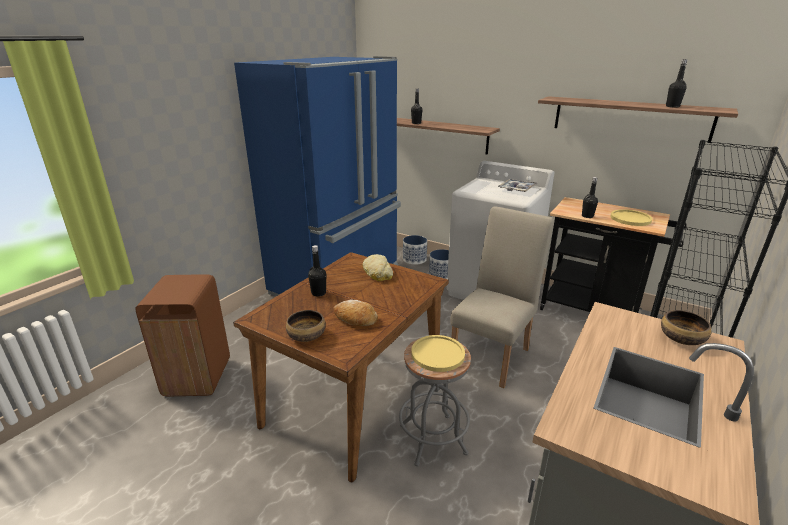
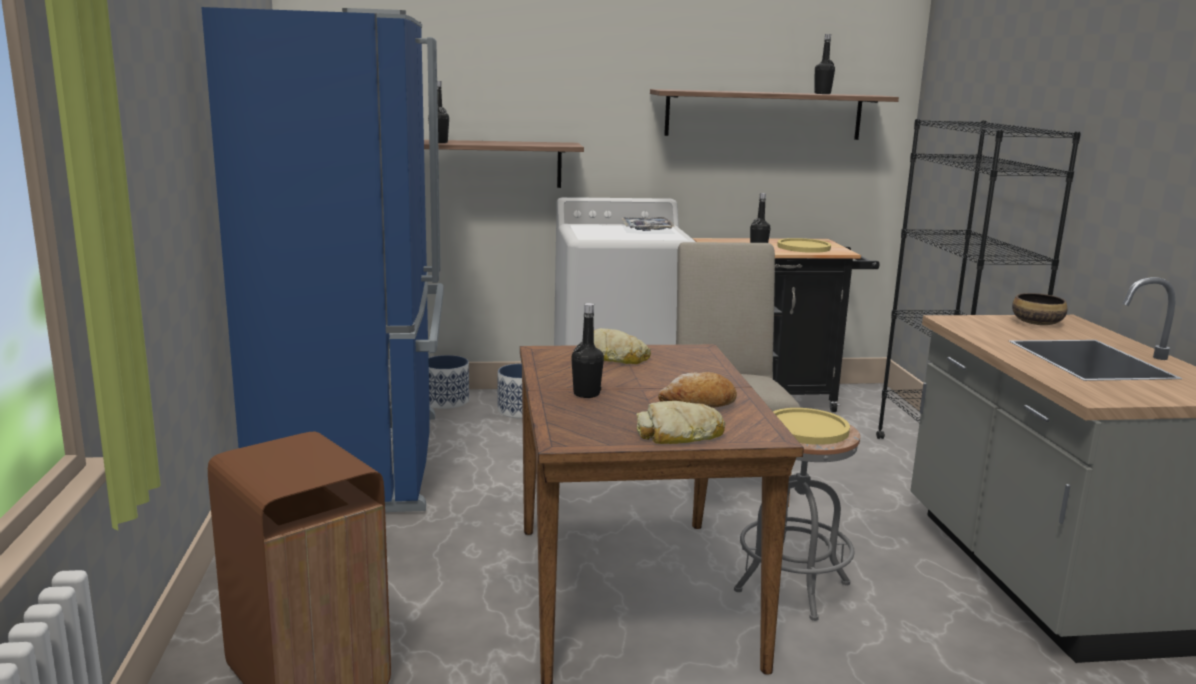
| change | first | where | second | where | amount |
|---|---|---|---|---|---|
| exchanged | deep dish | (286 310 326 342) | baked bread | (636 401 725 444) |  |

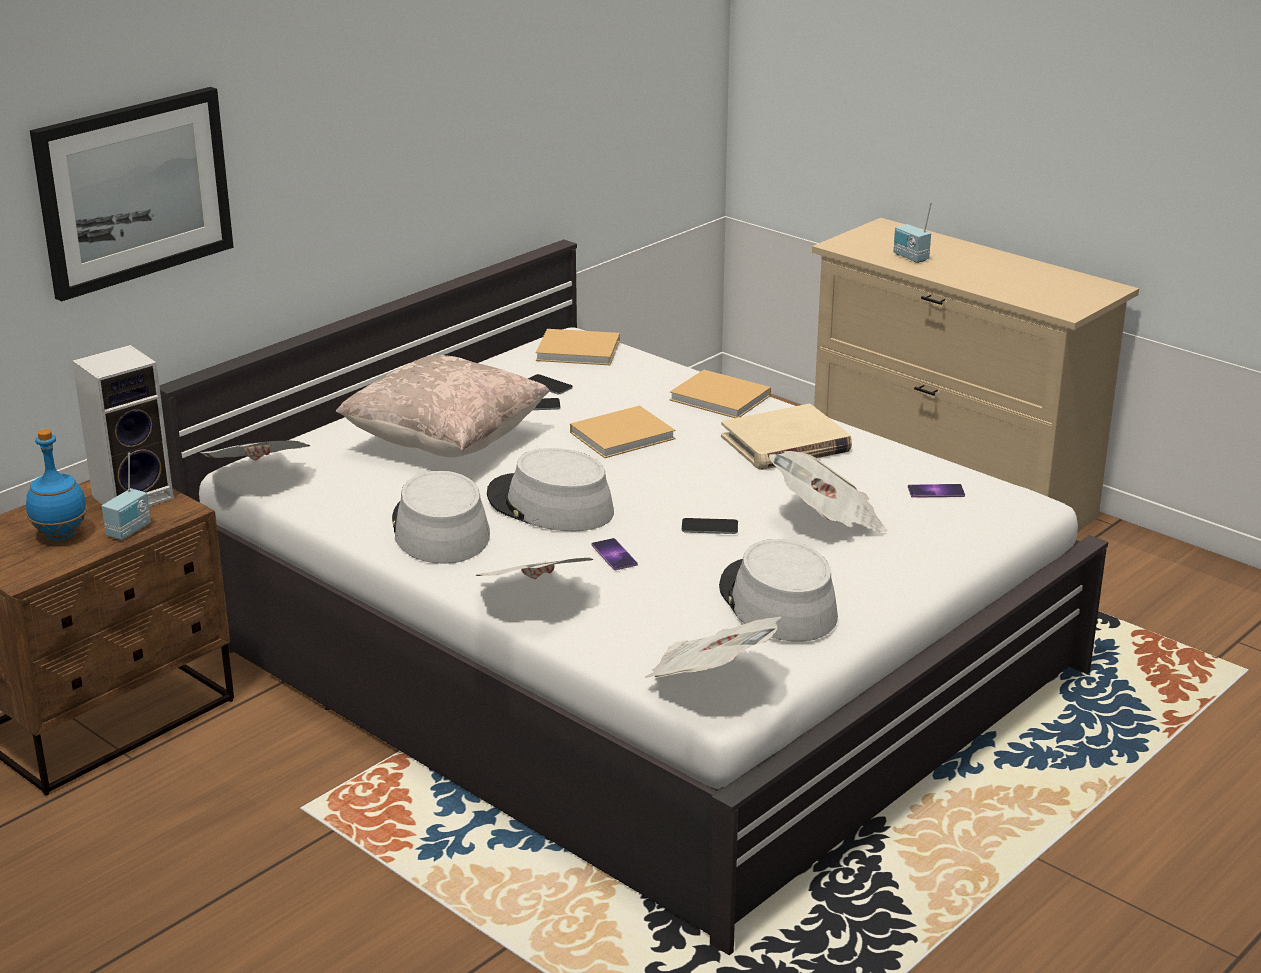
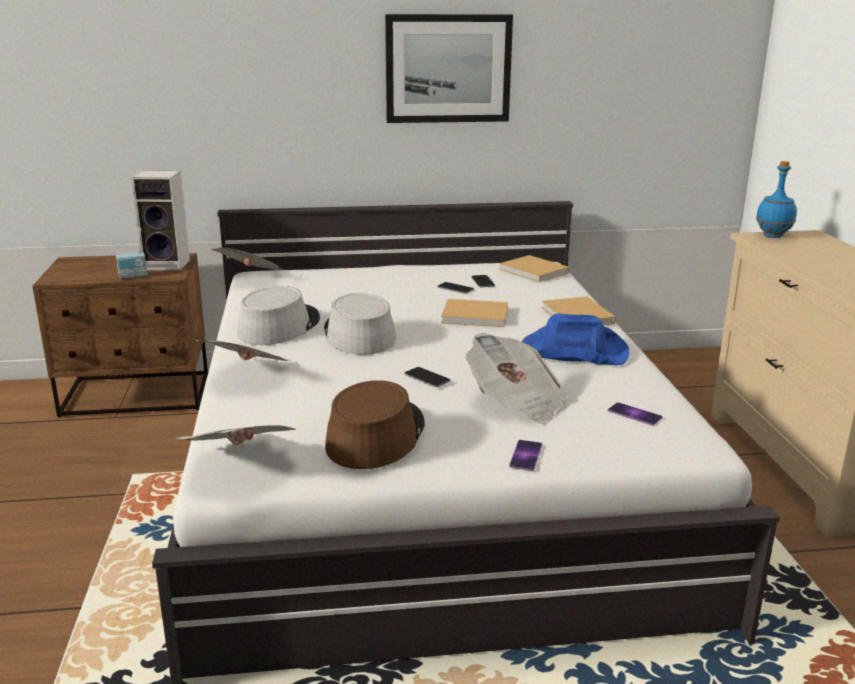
| change | first | where | second | where | amount |
|---|---|---|---|---|---|
| relocated | wall picture | (30 87 234 302) |  | (385 14 513 123) |  |
| missing | radio receiver | (894 202 932 263) |  |  |  |
| missing | sand-coloured cushion | (336 355 550 458) |  |  |  |
| exchanged | sand-coloured volume | (721 404 852 470) | bluish hat | (522 314 629 365) |  |
| relocated | bluish bottle | (26 429 87 541) |  | (756 161 797 238) |  |
| relocated | handset | (592 538 638 570) |  | (509 440 542 471) |  |
| colour | grey hat | (719 539 838 642) | brown-coloured hat | (325 380 425 469) |  |

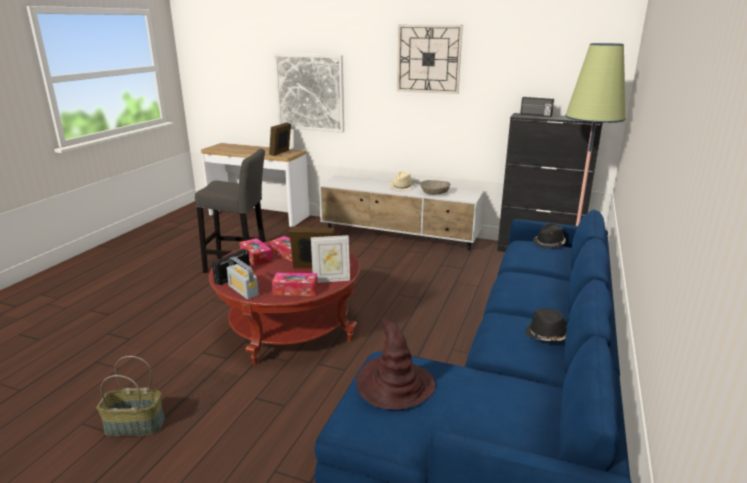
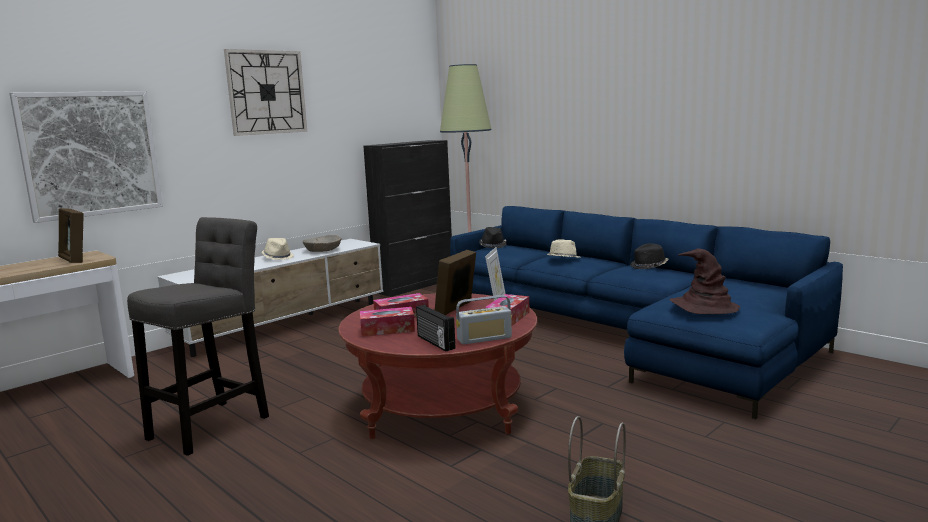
| change | first | where | second | where | amount |
|---|---|---|---|---|---|
| missing | radio receiver | (520 97 554 117) |  |  |  |
| appeared |  |  | sand-coloured hat | (547 239 580 258) |  |

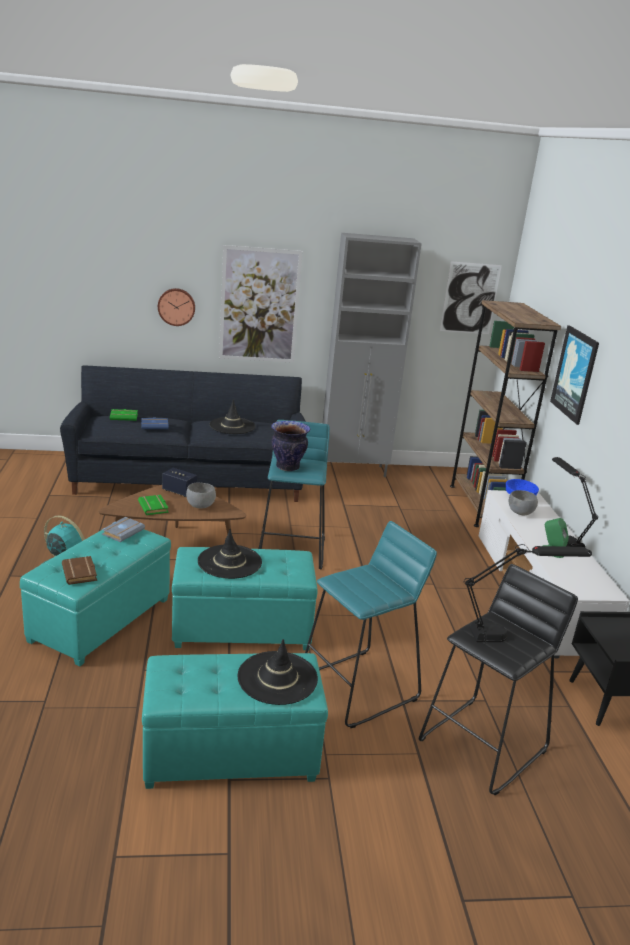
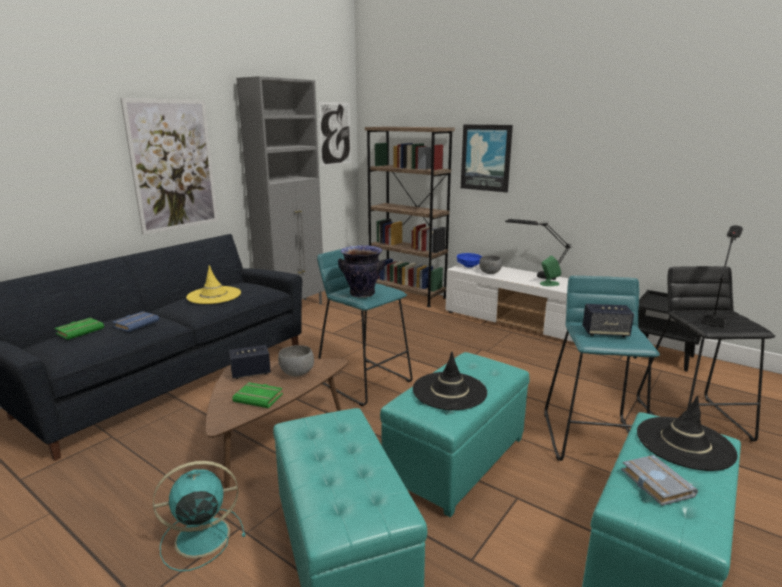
| change | first | where | second | where | amount |
|---|---|---|---|---|---|
| missing | clock on the wall | (158 288 195 326) |  |  |  |
| colour | blackish hat | (210 399 256 434) | yellowish hat | (186 265 241 304) |  |
| relocated | grey volume | (102 517 145 542) |  | (621 455 698 506) |  |
| missing | brown-coloured volume | (62 556 97 585) |  |  |  |
| appeared |  |  | loudspeaker | (583 304 634 337) |  |

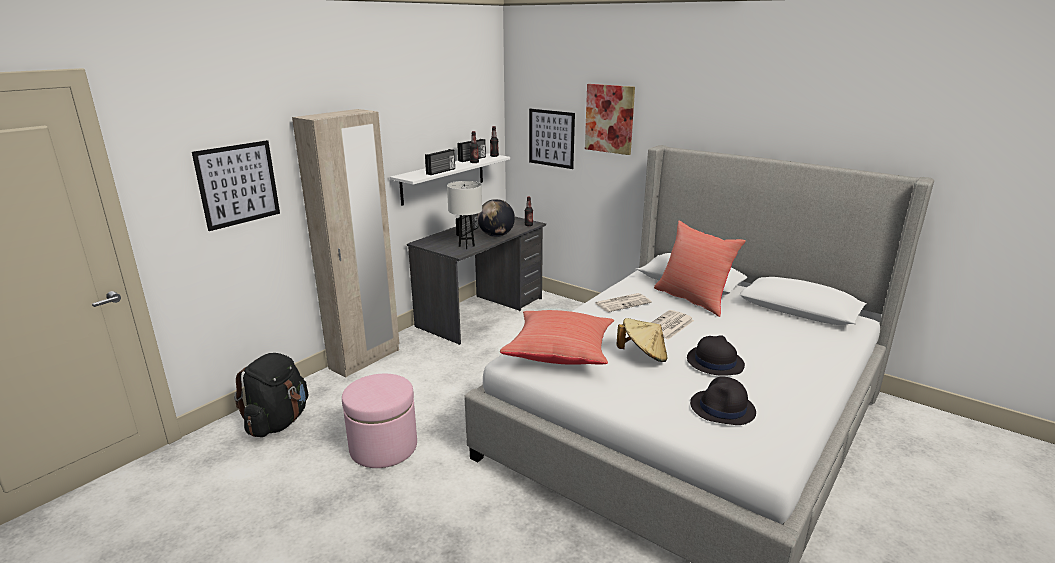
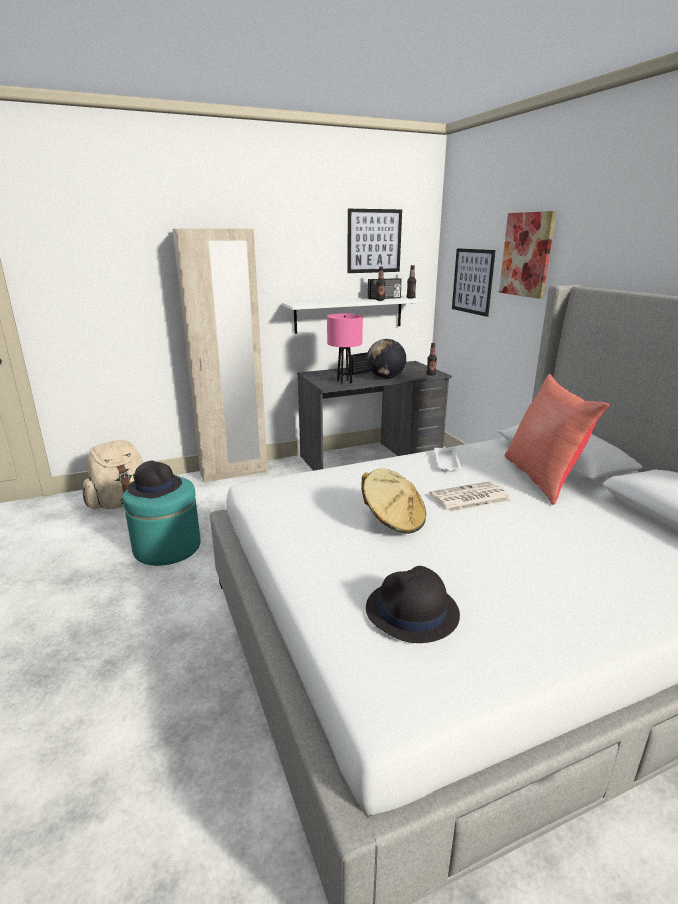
| change | first | where | second | where | amount |
|---|---|---|---|---|---|
| relocated | wall picture | (192 140 280 231) |  | (347 209 402 273) |  |
| missing | radio receiver | (425 149 455 175) |  |  |  |
| colour | whitish table lamp | (447 181 482 249) | pink-coloured table lamp | (327 313 363 384) |  |
| exchanged | daily paper | (595 293 652 312) | whitish serving tray | (434 448 461 471) |  |
| missing | red cushion | (500 310 614 365) |  |  |  |
| relocated | blackish hat | (687 335 745 376) |  | (127 460 182 498) |  |
| colour | blackish knapsack | (234 353 308 437) | sand-coloured knapsack | (82 440 143 509) |  |
| colour | pink-coloured pouffe | (342 374 417 468) | turquoise pouffe | (123 477 201 566) |  |

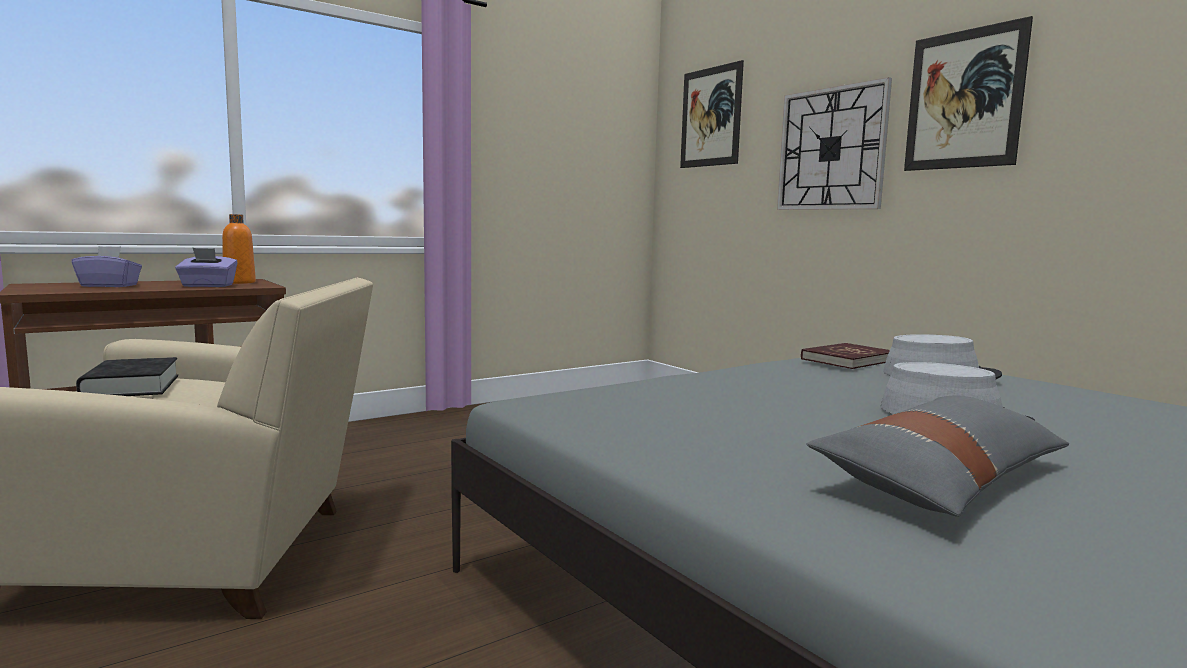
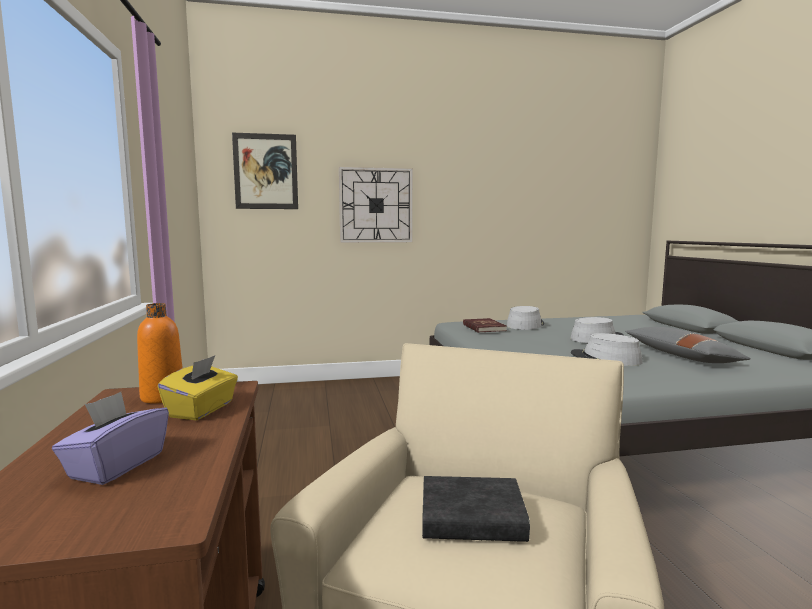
| change | first | where | second | where | amount |
|---|---|---|---|---|---|
| missing | wall picture | (904 16 1033 171) |  |  |  |
| colour | purplish box of tissues | (175 248 237 287) | yellowish box of tissues | (157 356 238 421) |  |
| appeared |  |  | grey hat | (571 333 642 366) |  |

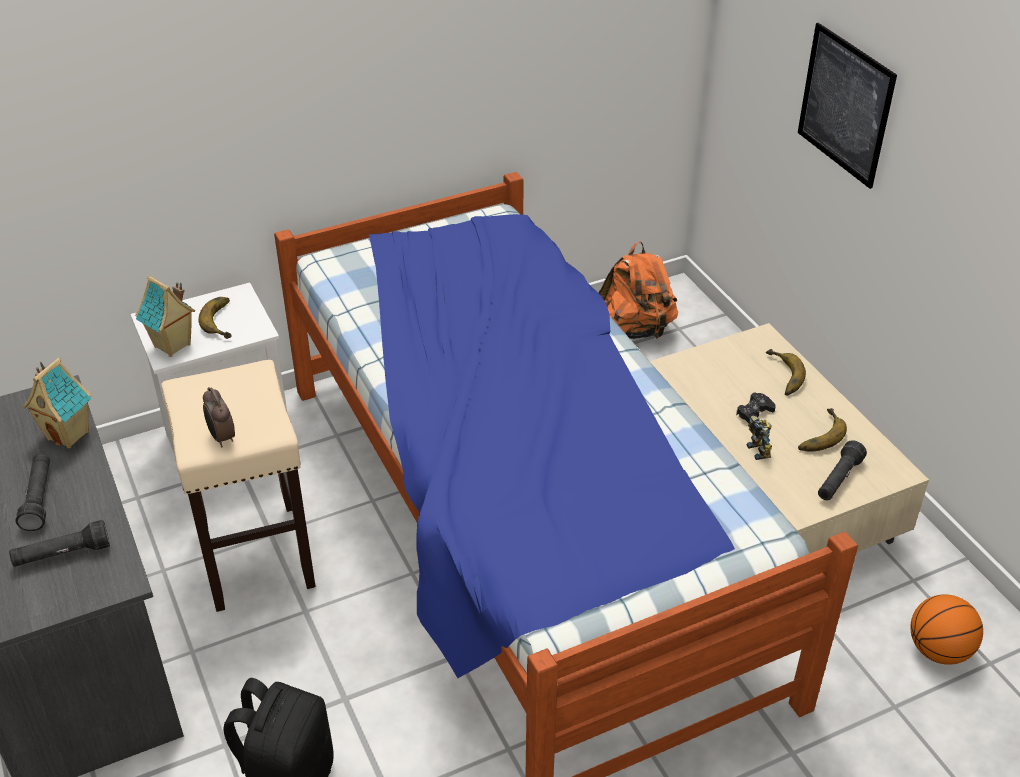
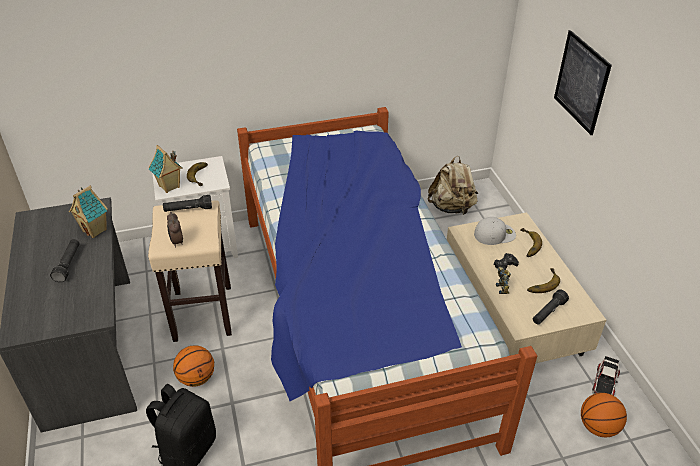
| change | first | where | second | where | amount |
|---|---|---|---|---|---|
| colour | orange-coloured knapsack | (598 242 678 339) | sand-coloured knapsack | (427 156 478 215) |  |
| relocated | blackish hand torch | (9 520 110 567) |  | (163 195 212 212) |  |
| appeared |  |  | whitish peaked cap | (474 217 516 245) |  |
| appeared |  |  | ball for basketball | (173 345 214 387) |  |
| appeared |  |  | toy car | (592 356 620 396) |  |

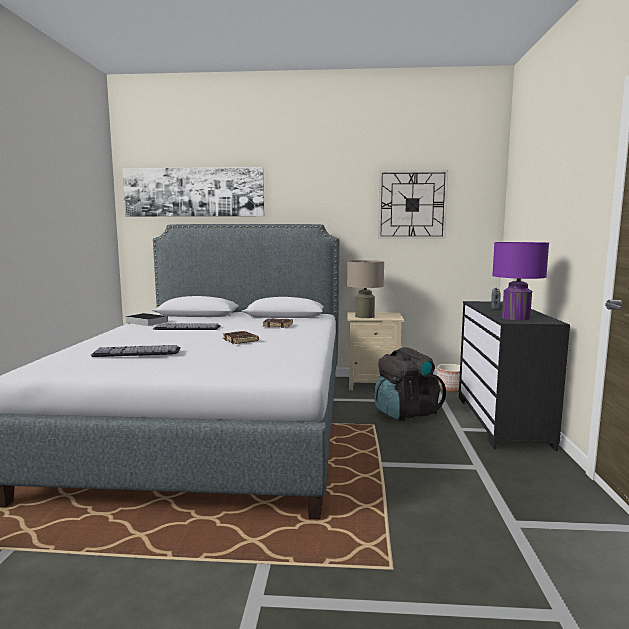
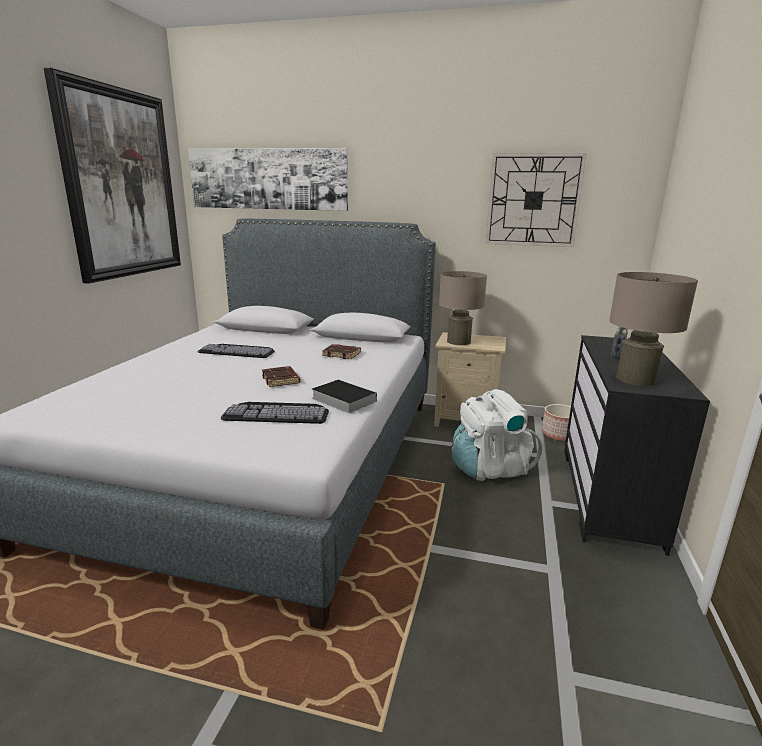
| change | first | where | second | where | amount |
|---|---|---|---|---|---|
| colour | purplish table lamp | (492 242 549 321) | sand-coloured table lamp | (609 272 698 386) |  |
| relocated | volume | (125 313 168 326) |  | (312 379 377 413) |  |
| relocated | PC keyboard | (91 345 181 357) |  | (221 402 329 424) |  |
| colour | blackish knapsack | (374 347 446 421) | whitish knapsack | (451 389 542 481) |  |
| appeared |  |  | wall picture | (44 68 181 284) |  |

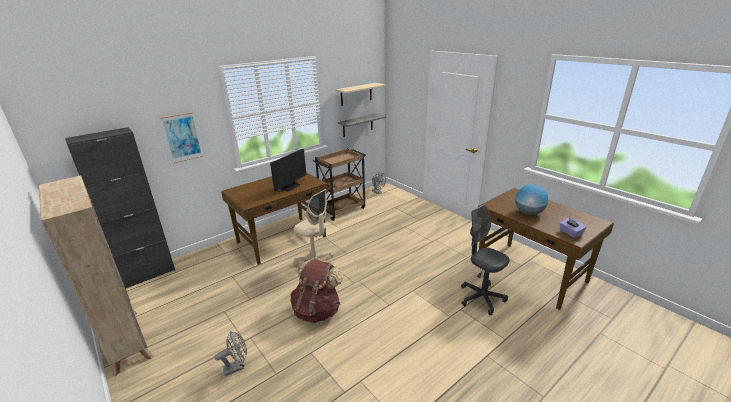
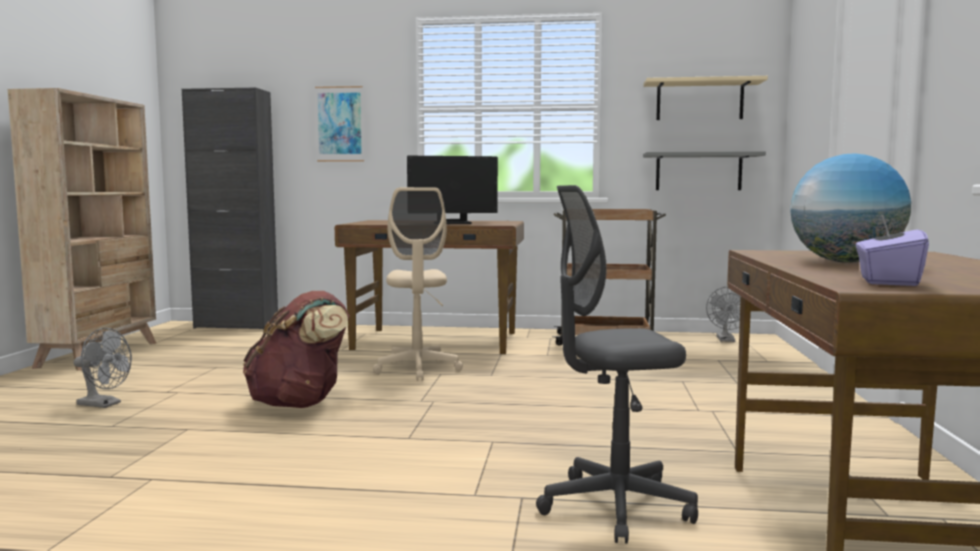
| change | first | where | second | where | amount |
|---|---|---|---|---|---|
| spun | grey computer chair | (461 204 510 315) |  | (536 185 698 544) | 105 degrees counterclockwise |

